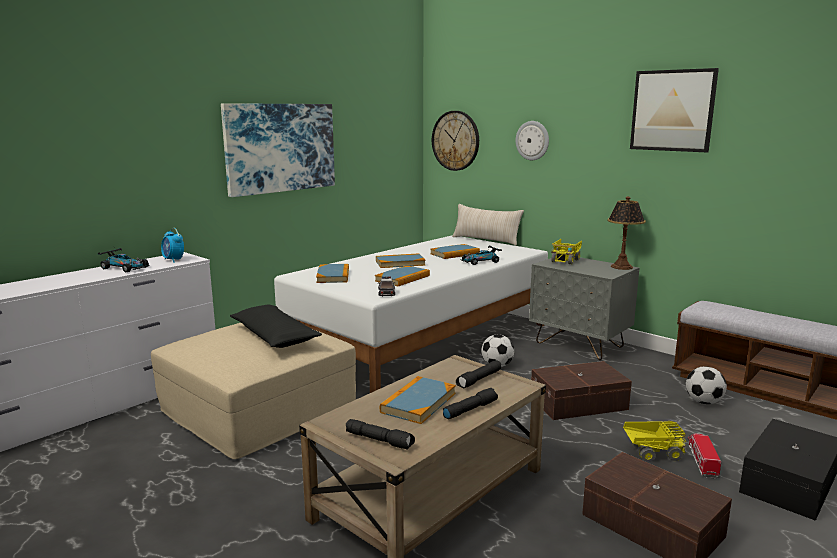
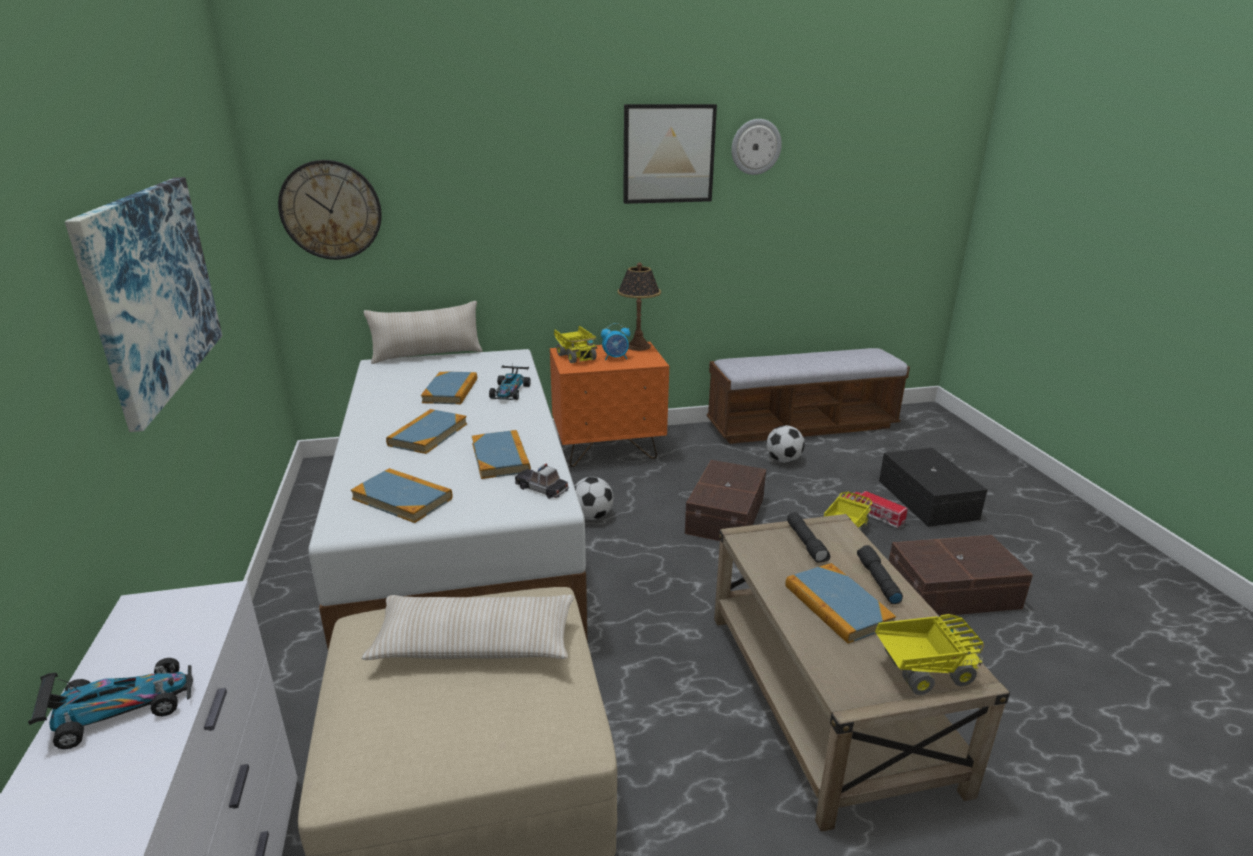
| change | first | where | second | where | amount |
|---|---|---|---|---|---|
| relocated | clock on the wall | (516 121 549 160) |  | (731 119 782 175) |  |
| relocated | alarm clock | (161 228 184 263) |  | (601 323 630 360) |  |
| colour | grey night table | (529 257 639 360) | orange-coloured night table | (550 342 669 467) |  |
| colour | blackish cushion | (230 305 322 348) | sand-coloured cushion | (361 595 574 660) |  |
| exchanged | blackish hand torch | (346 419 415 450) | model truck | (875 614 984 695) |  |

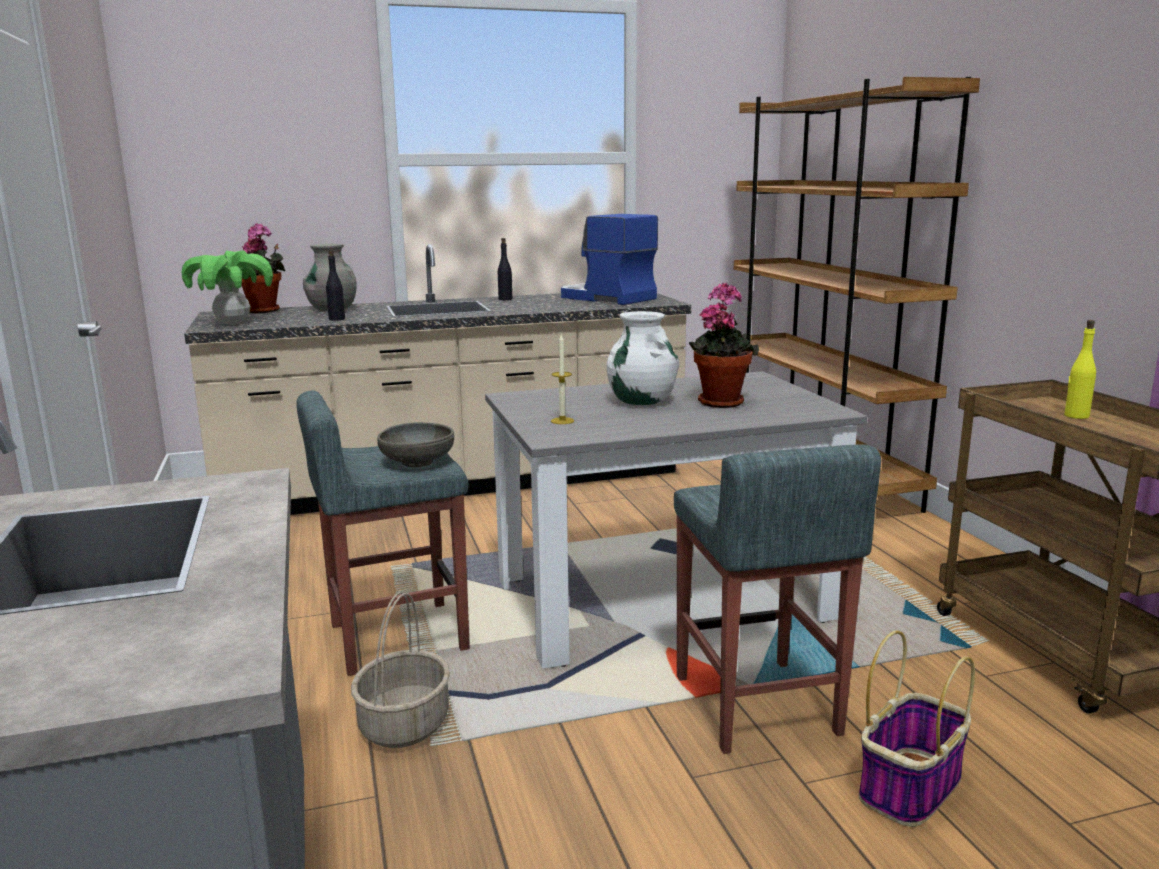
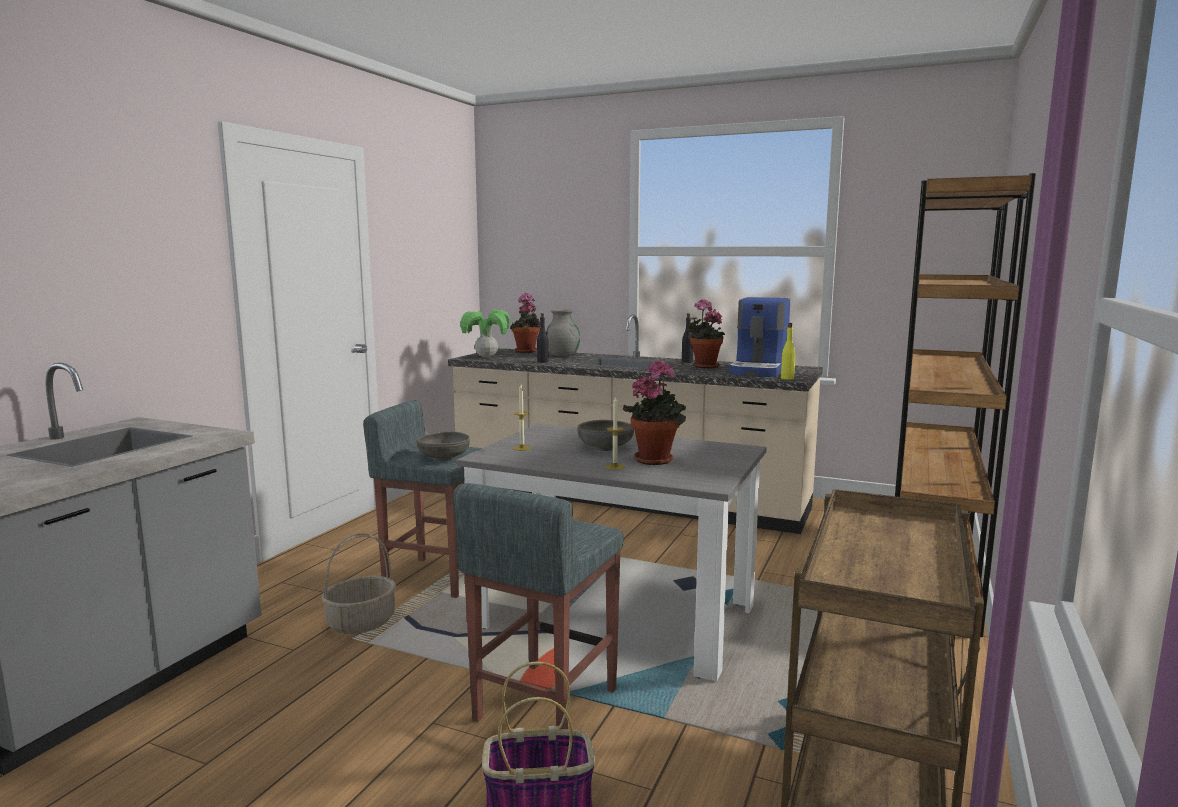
| change | first | where | second | where | amount |
|---|---|---|---|---|---|
| spun | coffee brewer | (561 214 658 305) |  | (729 297 790 377) | 150 degrees counterclockwise |
| exchanged | whitish flower vase | (607 311 680 405) | grey deep dish | (578 420 634 451) |  |
| relocated | yellowish bottle | (1064 320 1096 419) |  | (781 323 795 380) |  |
| appeared |  |  | potted plant | (687 299 725 368) |  |
| appeared |  |  | candle | (605 396 625 470) |  |

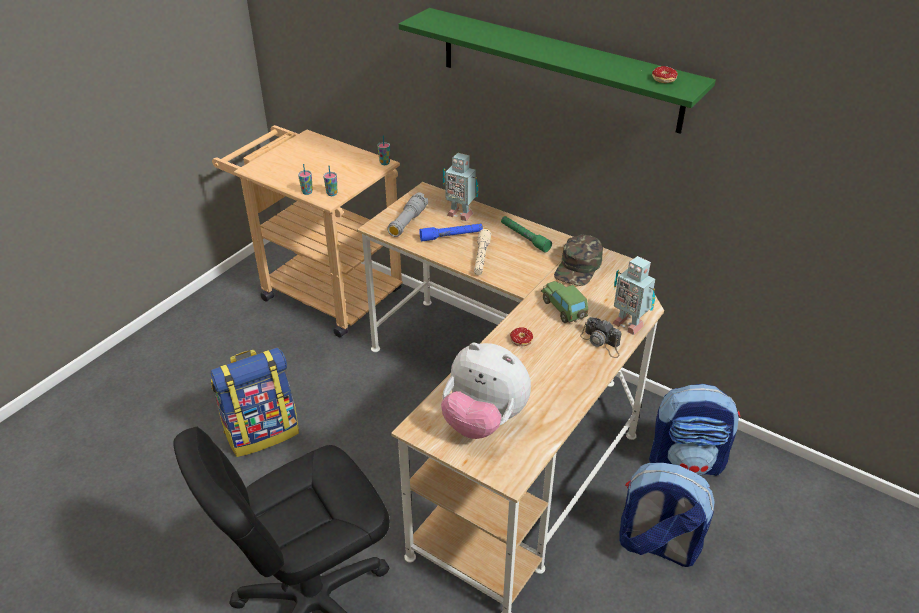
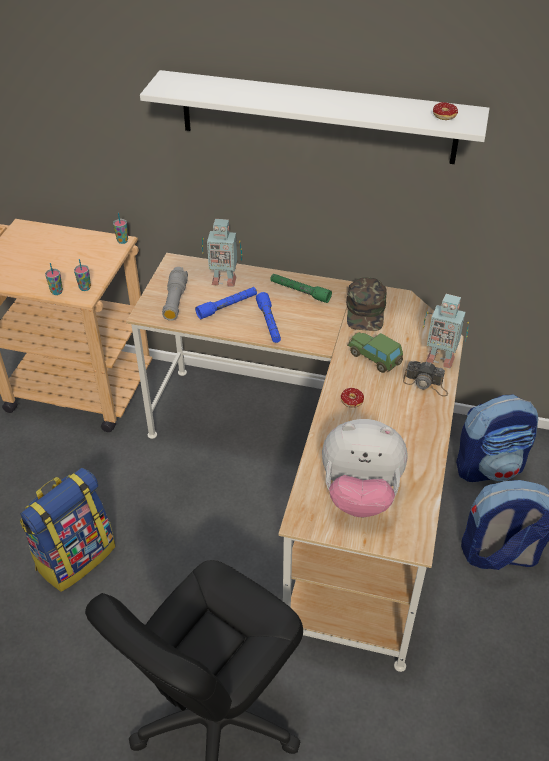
| change | first | where | second | where | amount |
|---|---|---|---|---|---|
| colour | green wall shelf | (399 8 716 134) | whitish wall shelf | (140 70 490 164) |  |
| colour | sand-coloured hand torch | (474 229 491 275) | bluish hand torch | (256 292 281 343) |  |

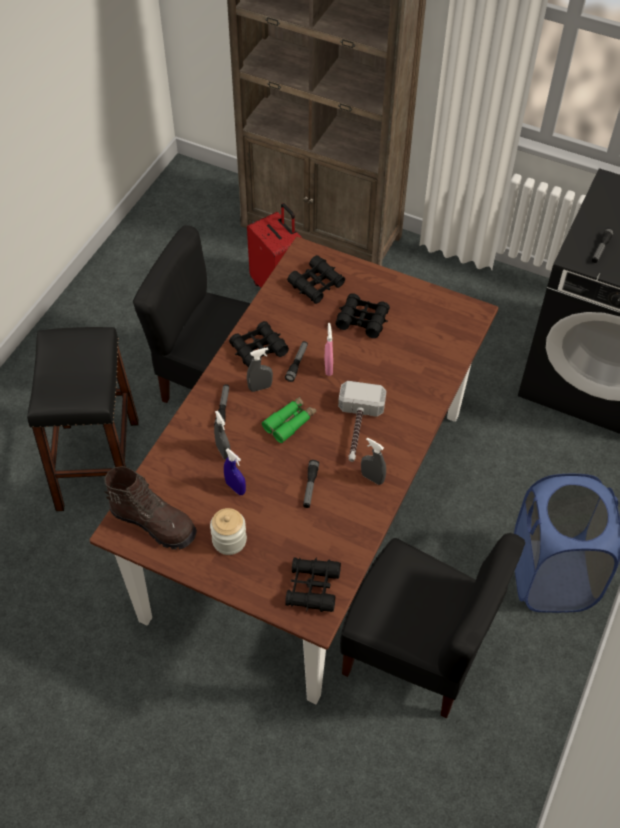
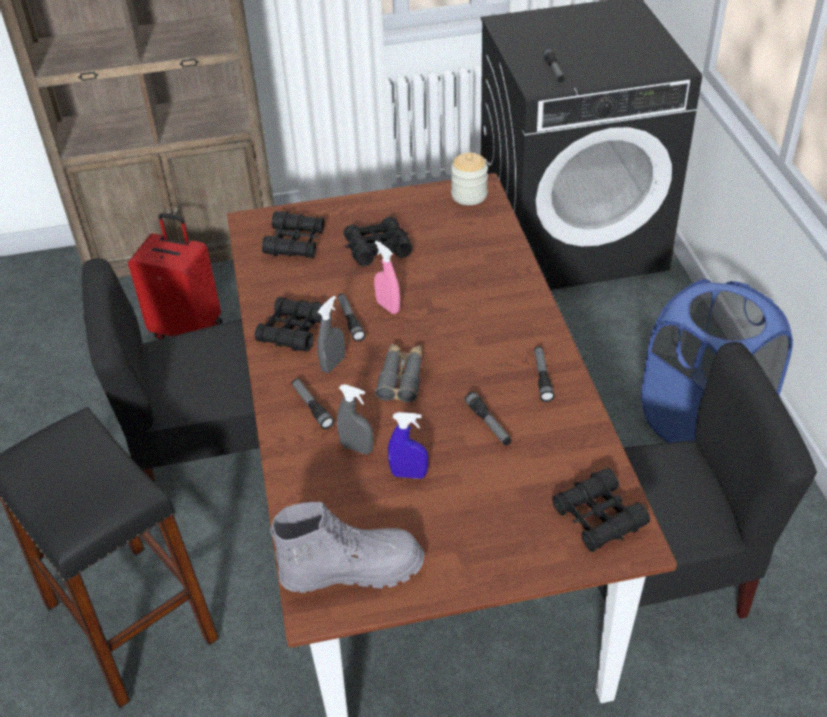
| change | first | where | second | where | amount |
|---|---|---|---|---|---|
| missing | hammer | (338 381 386 462) |  |  |  |
| colour | green binoculars | (262 397 316 443) | grey binoculars | (375 344 422 402) |  |
| exchanged | grey spray bottle | (361 437 386 485) | hand torch | (534 346 555 402) |  |
| colour | brown-coloured boot | (104 466 197 550) | grey boot | (270 502 424 593) |  |
| relocated | storage jar | (210 508 247 555) |  | (451 153 488 205) |  |

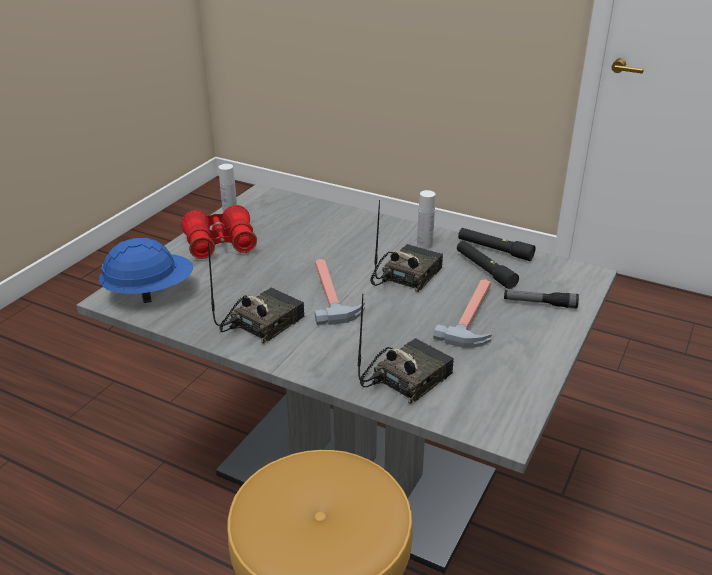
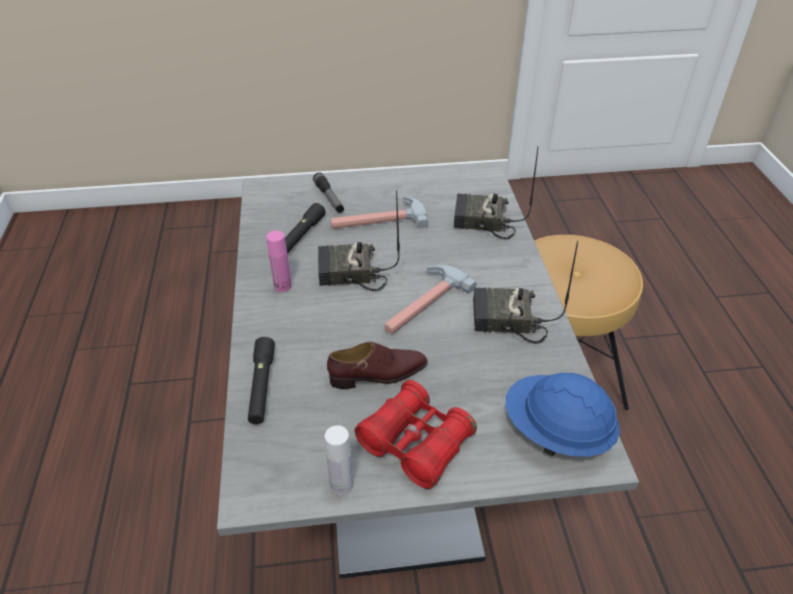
| change | first | where | second | where | amount |
|---|---|---|---|---|---|
| colour | whitish bottle | (417 190 435 249) | pink-coloured bottle | (266 231 292 292) |  |
| relocated | blackish hand torch | (458 228 535 261) |  | (248 337 275 424) |  |
| appeared |  |  | brown-coloured shoe | (327 342 428 389) |  |

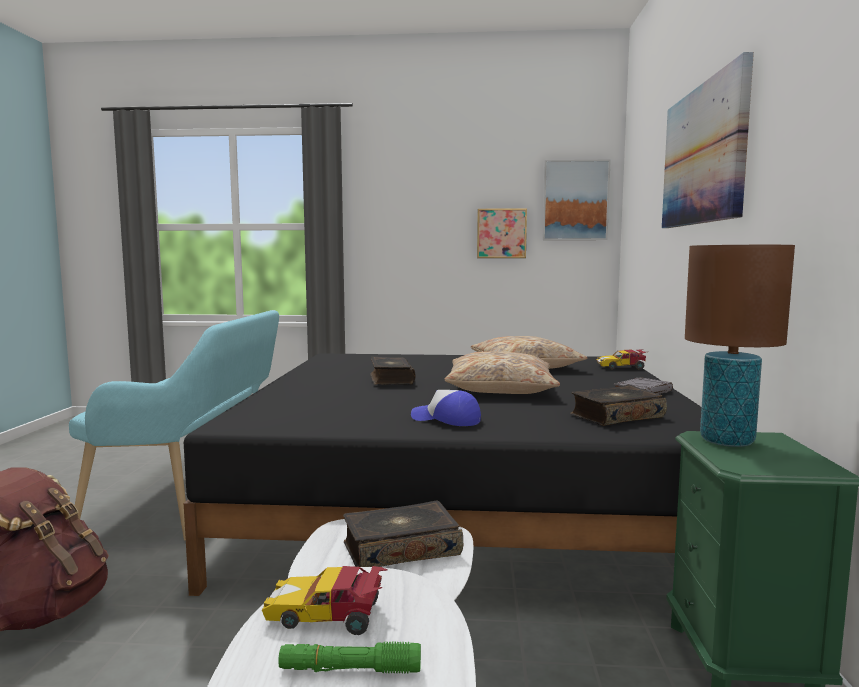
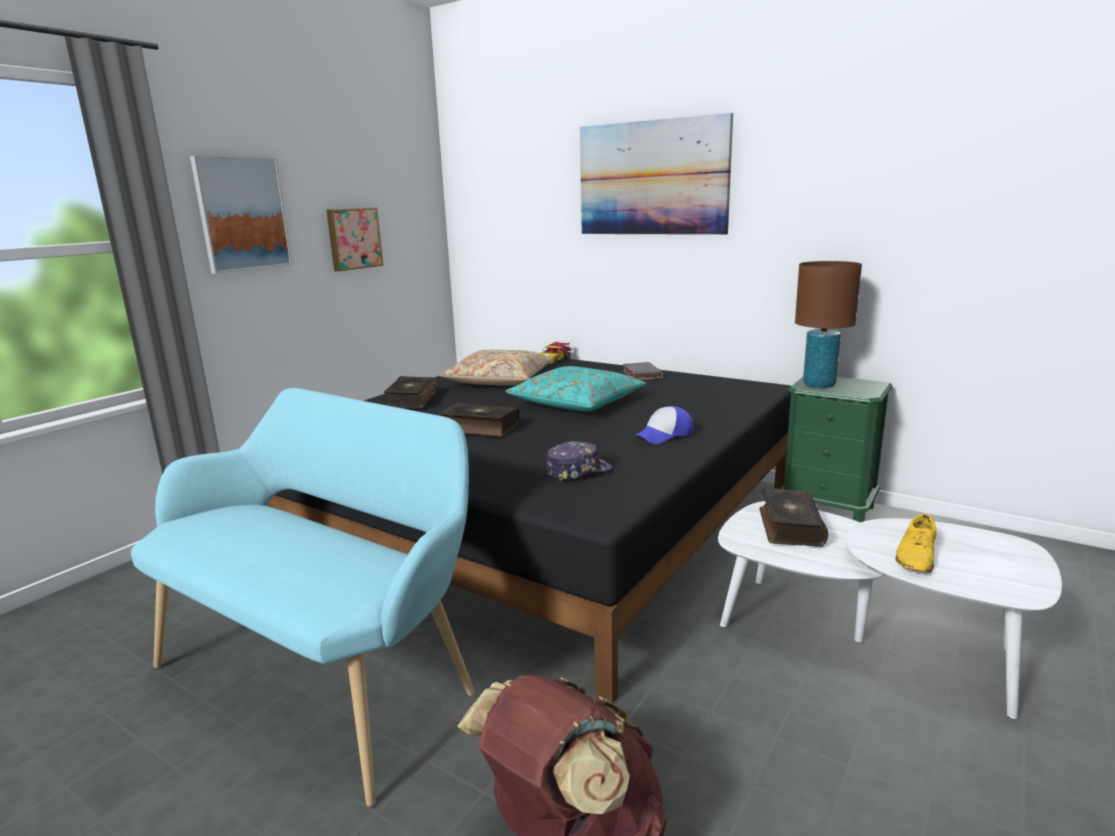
| change | first | where | second | where | amount |
|---|---|---|---|---|---|
| relocated | wall picture | (543 159 611 240) |  | (190 156 292 274) |  |
| colour | sand-coloured cushion | (445 351 560 394) | turquoise cushion | (505 366 646 411) |  |
| relocated | volume | (570 385 667 426) |  | (384 376 437 409) |  |
| exchanged | toy car | (262 566 387 635) | yellowish shoe | (895 514 937 573) |  |
| missing | green hand torch | (278 641 421 674) |  |  |  |
| appeared |  |  | peaked cap | (547 441 612 482) |  |

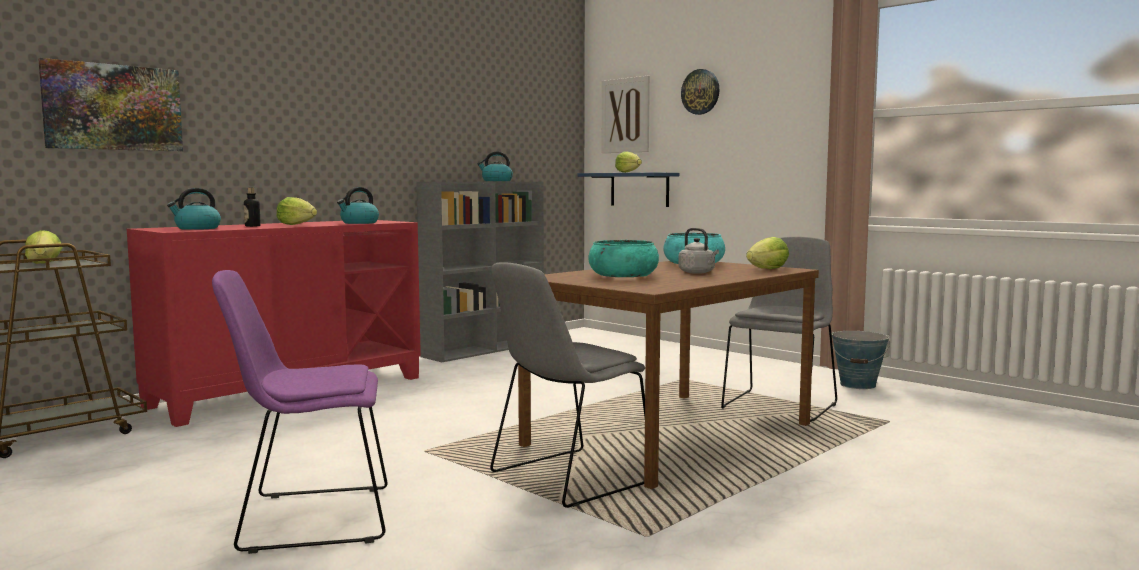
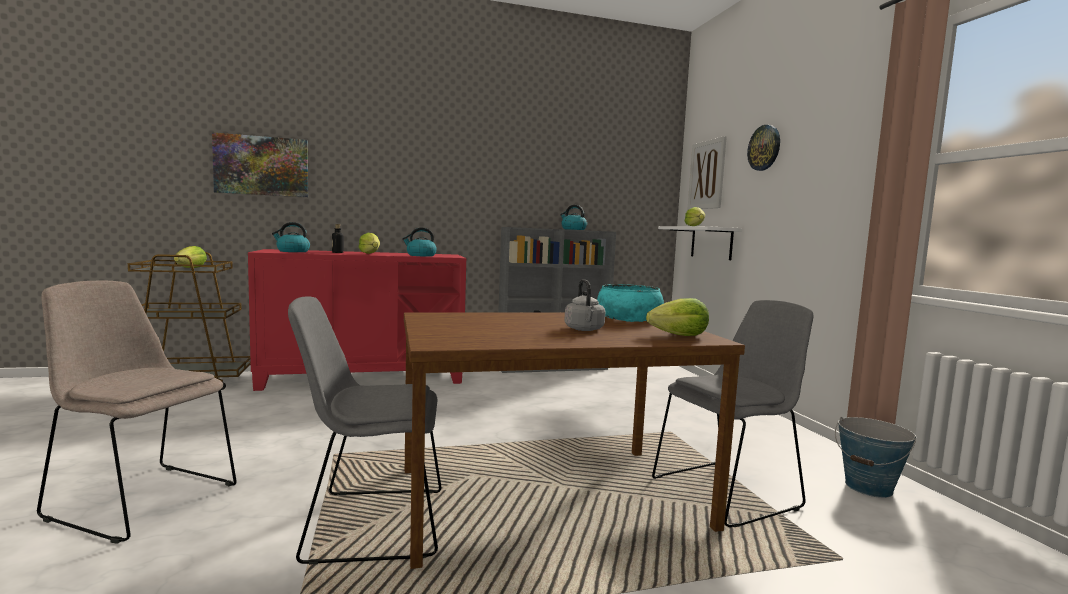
| change | first | where | second | where | amount |
|---|---|---|---|---|---|
| colour | bluish wall shelf | (577 172 679 207) | whitish wall shelf | (658 226 742 260) |  |
| missing | turquoise deep dish | (588 240 659 277) |  |  |  |
| colour | purplish upright chair | (212 270 388 554) | sand-coloured upright chair | (37 281 236 544) |  |

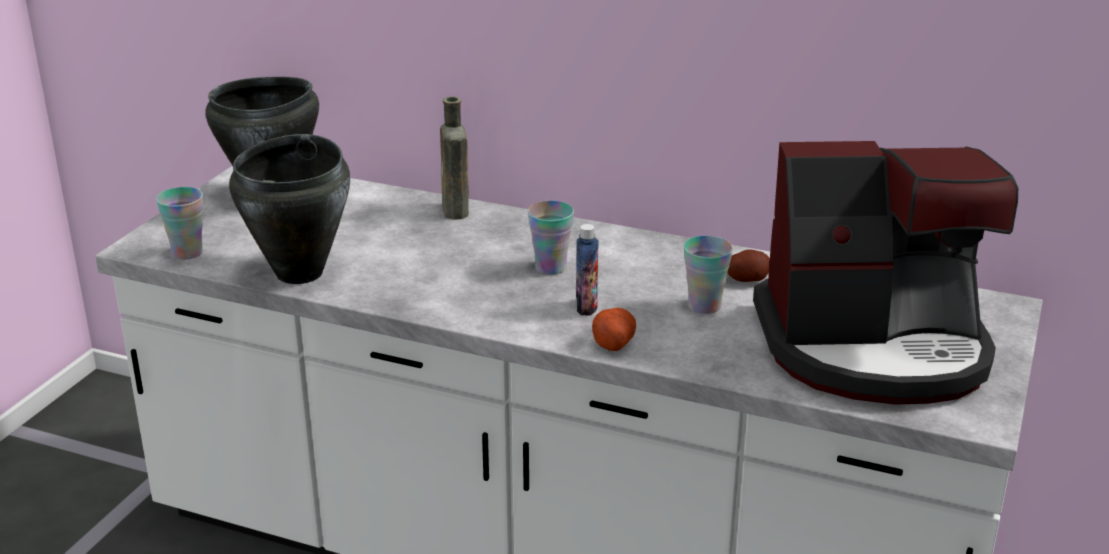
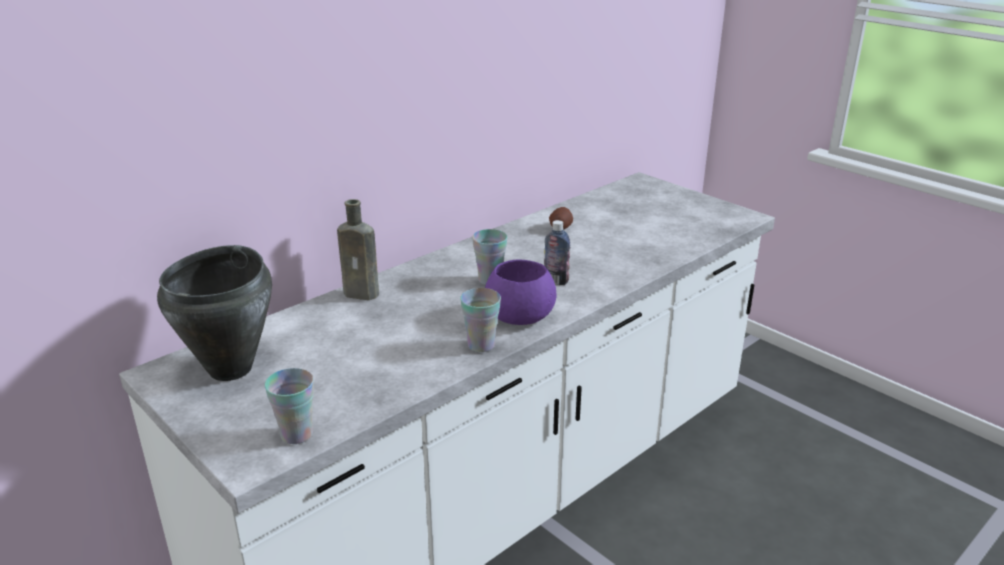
| change | first | where | second | where | amount |
|---|---|---|---|---|---|
| missing | blackish saucepot | (229 134 350 284) |  |  |  |
| missing | coffee brewer | (753 141 1018 405) |  |  |  |
| relocated | cup | (684 236 733 314) |  | (460 288 501 352) |  |
| missing | spud | (592 308 636 351) |  |  |  |
| appeared |  |  | purplish deep dish | (485 260 556 325) |  |

